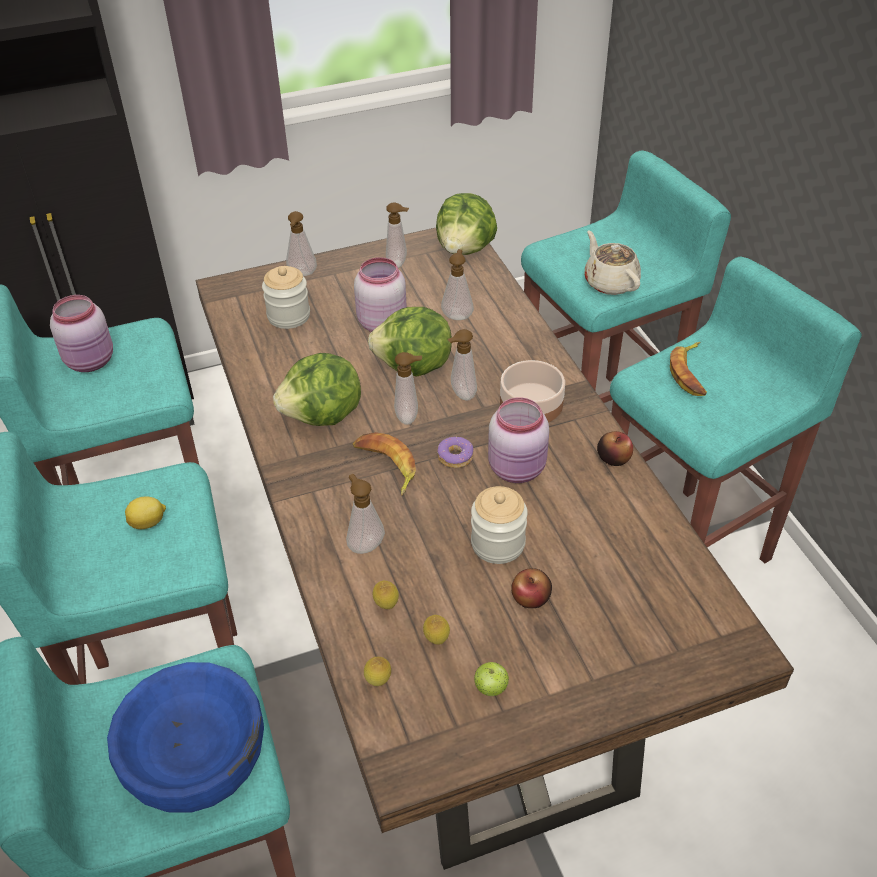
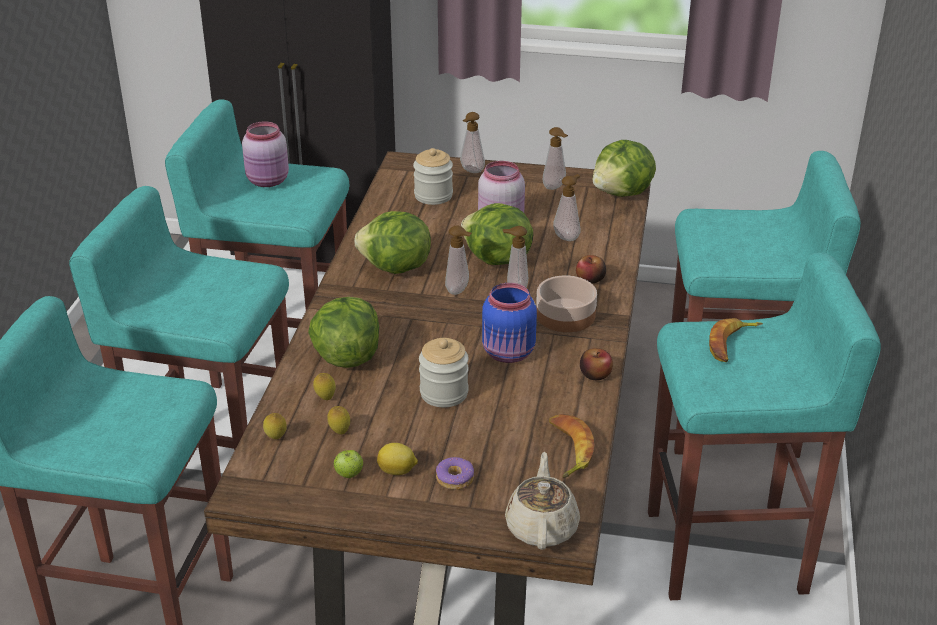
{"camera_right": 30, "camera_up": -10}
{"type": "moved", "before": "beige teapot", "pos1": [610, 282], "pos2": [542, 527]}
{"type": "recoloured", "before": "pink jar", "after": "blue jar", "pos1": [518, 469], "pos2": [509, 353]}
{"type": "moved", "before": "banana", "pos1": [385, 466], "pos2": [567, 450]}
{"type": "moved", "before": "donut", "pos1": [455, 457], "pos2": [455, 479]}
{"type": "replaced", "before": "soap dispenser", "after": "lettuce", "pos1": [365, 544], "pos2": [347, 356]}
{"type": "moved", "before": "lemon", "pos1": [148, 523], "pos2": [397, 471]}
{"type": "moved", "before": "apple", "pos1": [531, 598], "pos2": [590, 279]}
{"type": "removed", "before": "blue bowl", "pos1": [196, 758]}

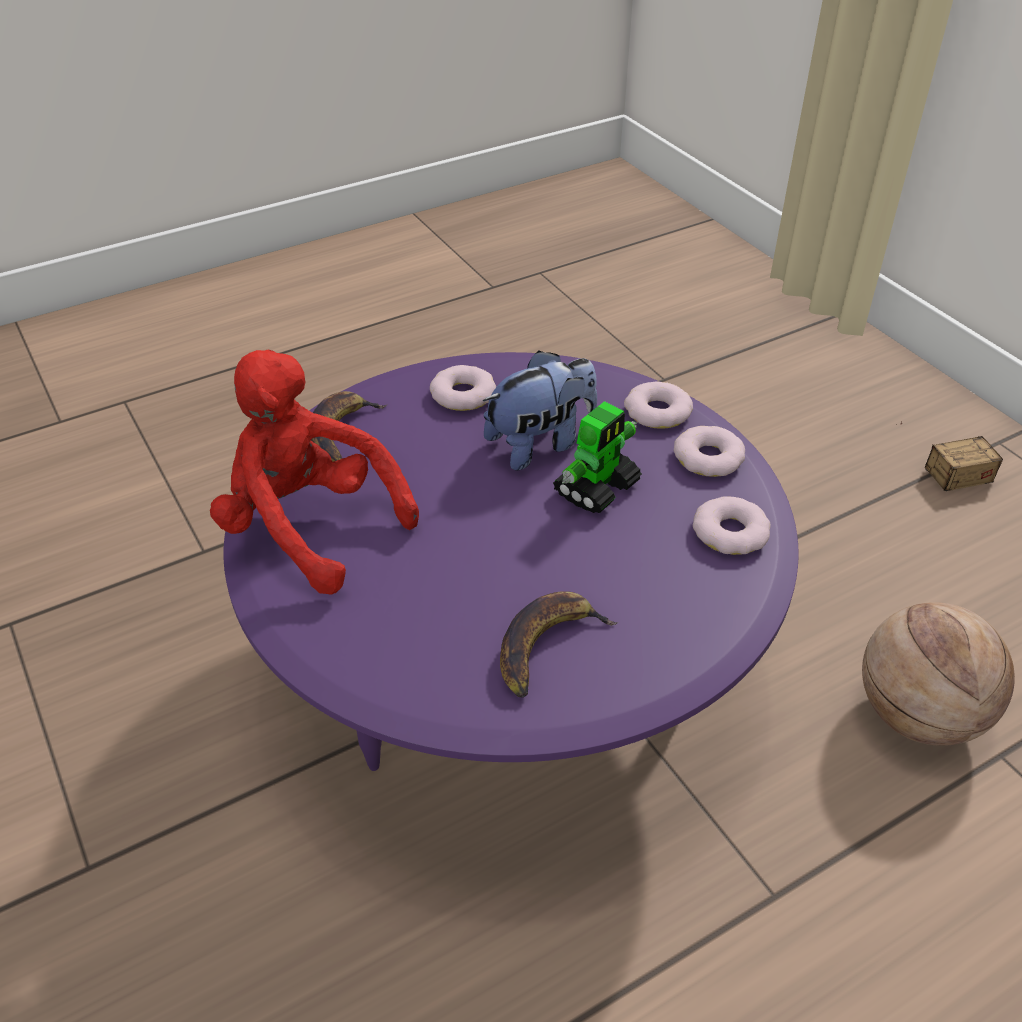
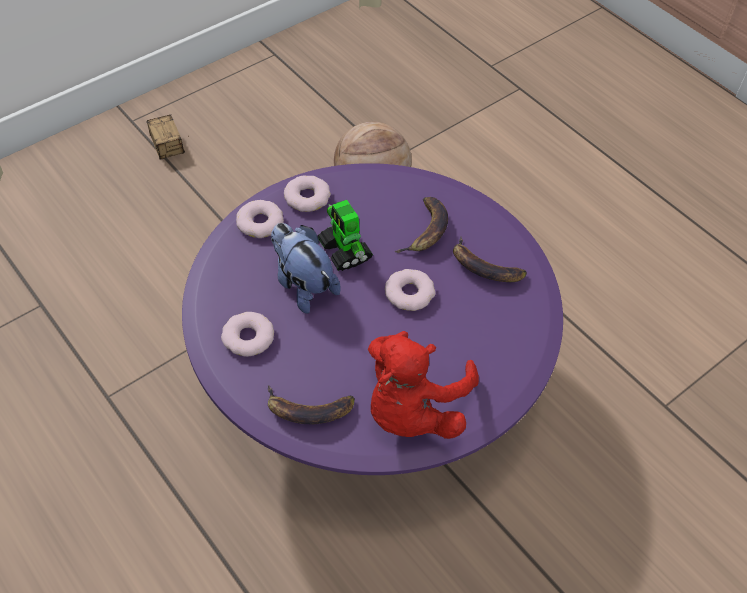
{"camera_right": -100, "camera_up": 10}
{"type": "turned", "before": "toy robot", "pos1": [597, 487], "pos2": [345, 251], "turn": -150}
{"type": "moved", "before": "donut", "pos1": [730, 532], "pos2": [409, 293]}
{"type": "added", "after": "banana", "pos2": [426, 230]}

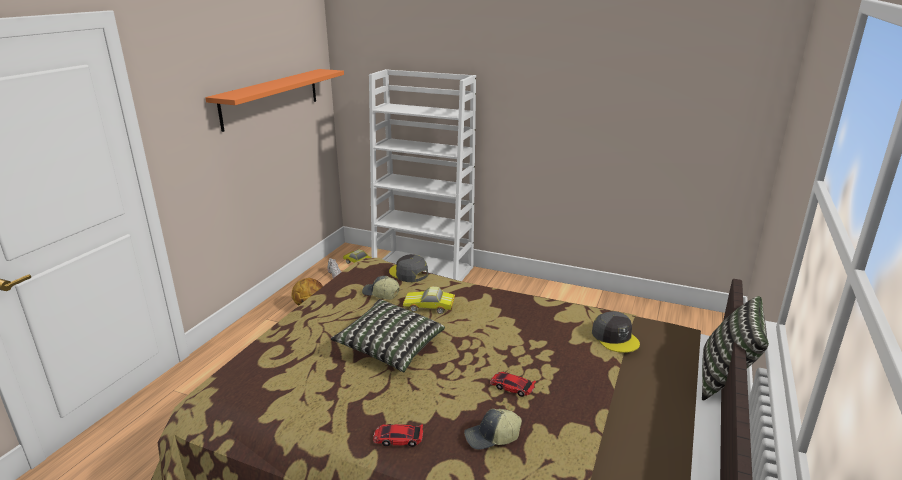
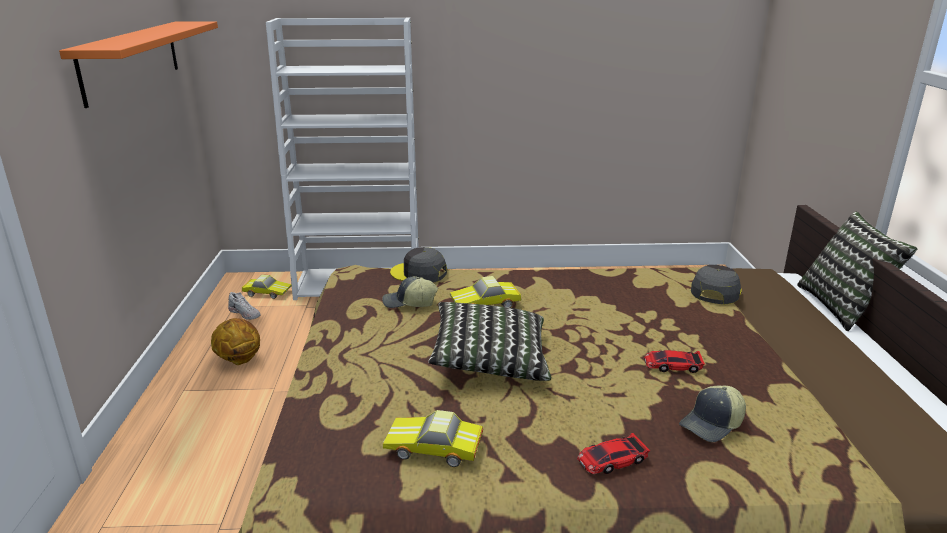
{"camera_right": -25, "camera_up": 0}
{"type": "turned", "before": "grey cap", "pos1": [615, 337], "pos2": [715, 291], "turn": -105}
{"type": "added", "after": "toy car", "pos2": [434, 449]}

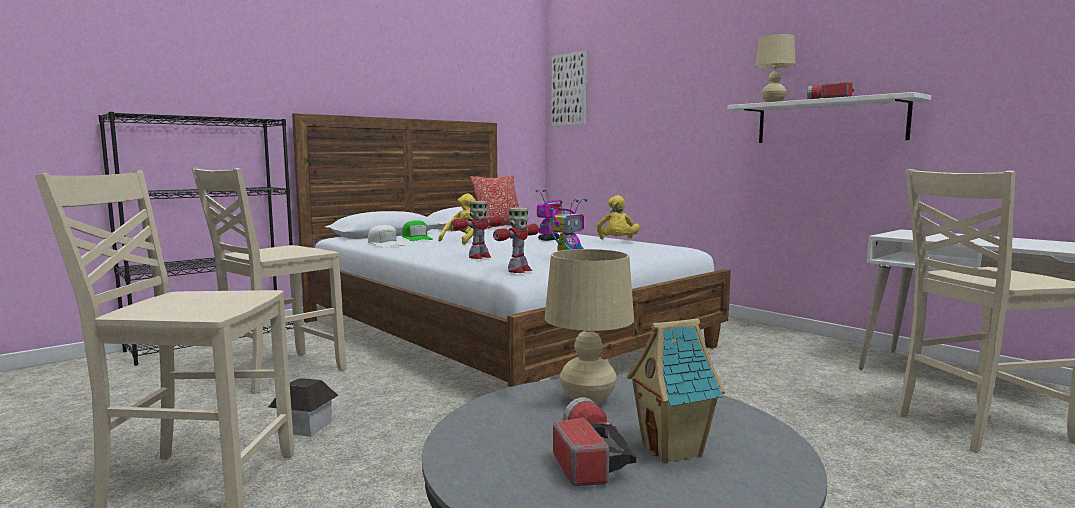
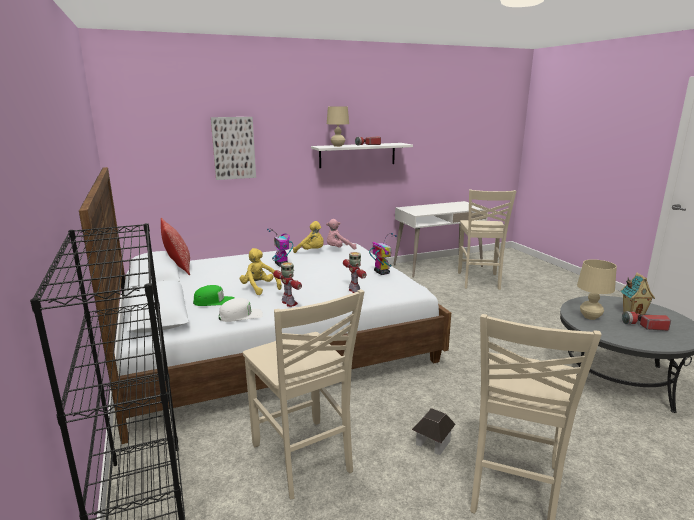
{"camera_right": -70, "camera_up": 10}
{"type": "moved", "before": "picture", "pos1": [569, 89], "pos2": [233, 148]}
{"type": "moved", "before": "toy robot", "pos1": [519, 271], "pos2": [289, 303]}
{"type": "added", "after": "pink plush toy", "pos2": [338, 249]}

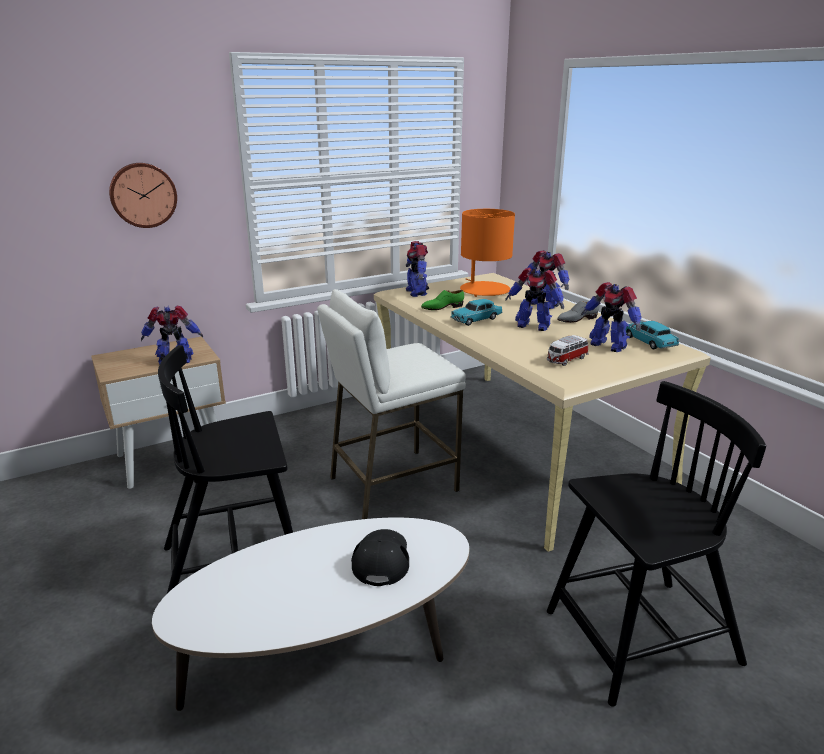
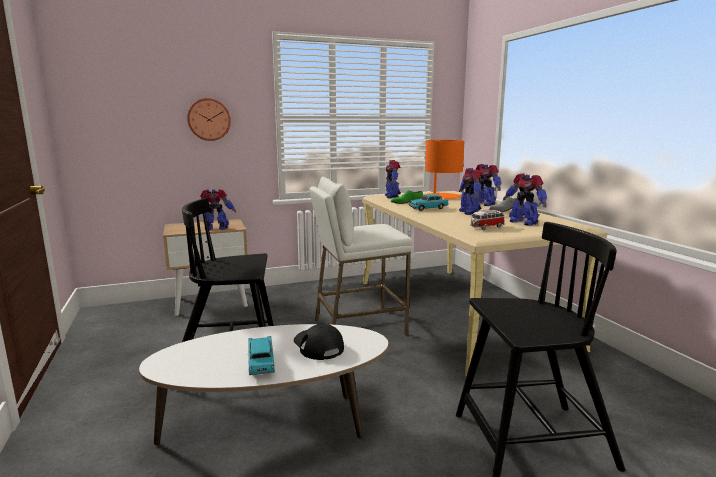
{"camera_right": 10, "camera_up": -10}
{"type": "turned", "before": "toy robot", "pos1": [532, 326], "pos2": [469, 212], "turn": 45}
{"type": "moved", "before": "turquoise toy car", "pos1": [649, 342], "pos2": [261, 363]}
{"type": "turned", "before": "black cap", "pos1": [381, 558], "pos2": [318, 346], "turn": -45}

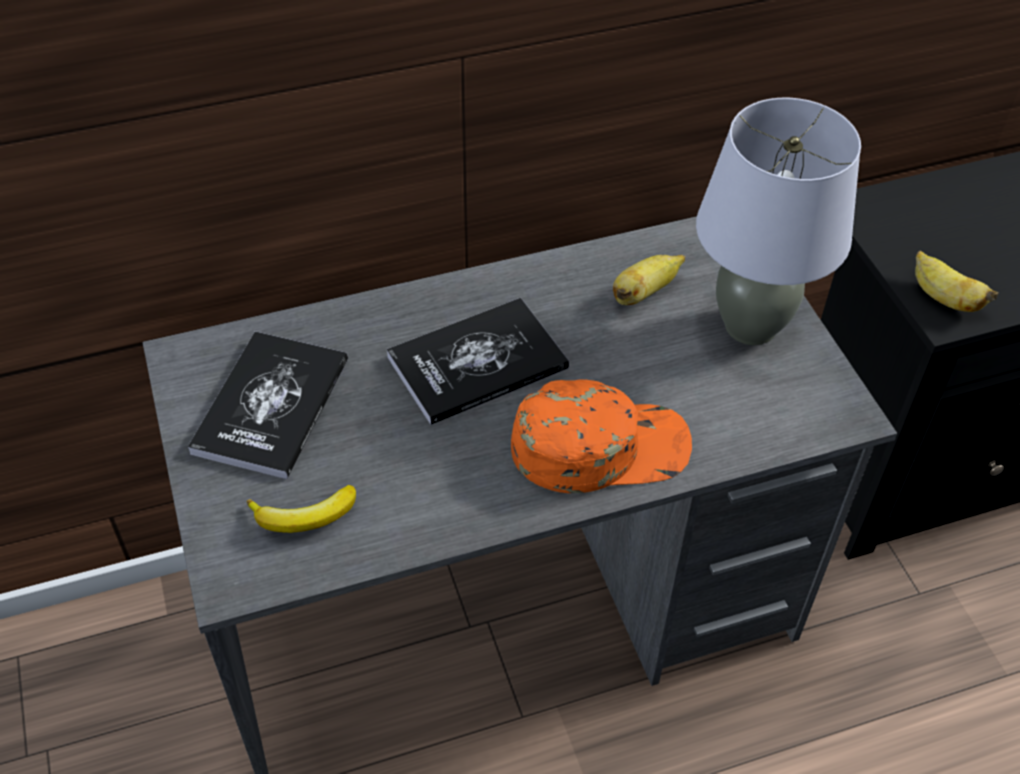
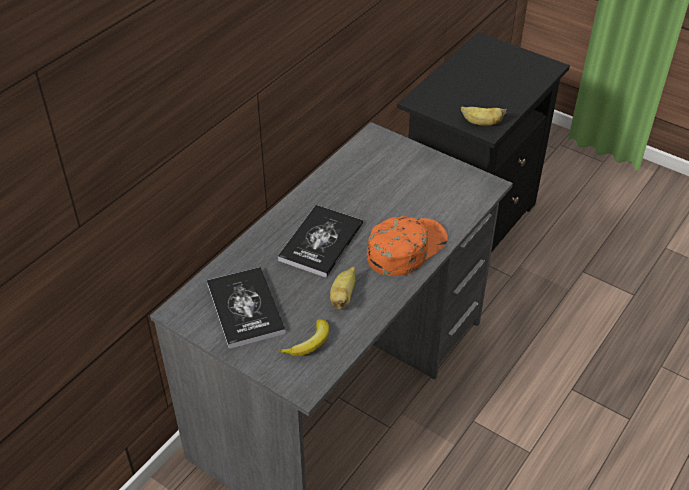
{"camera_right": -35, "camera_up": -5}
{"type": "removed", "before": "grey table lamp", "pos1": [751, 326]}
{"type": "moved", "before": "banana", "pos1": [644, 292], "pos2": [343, 297]}

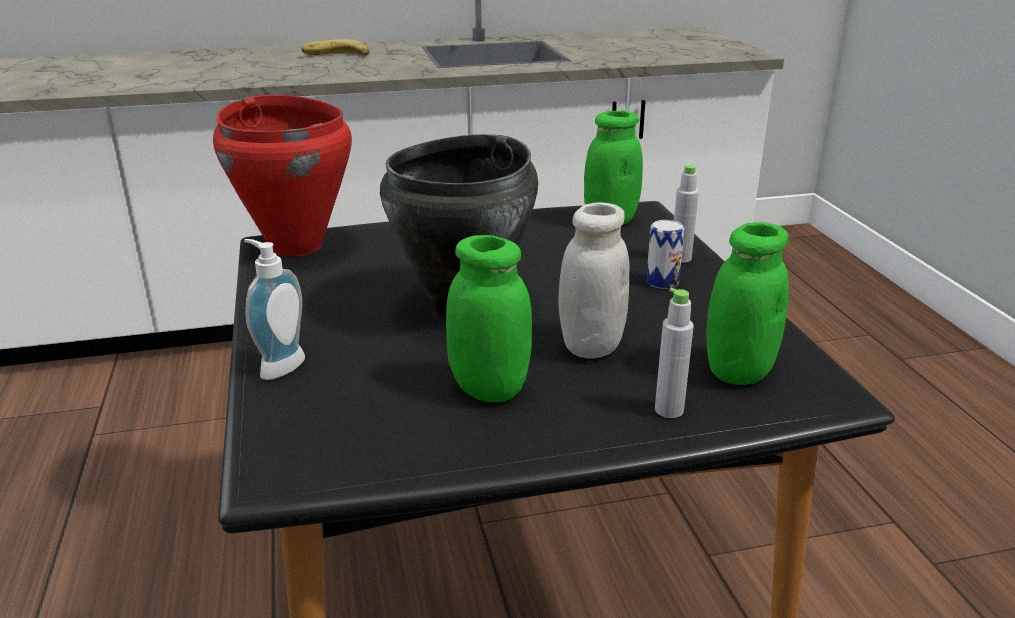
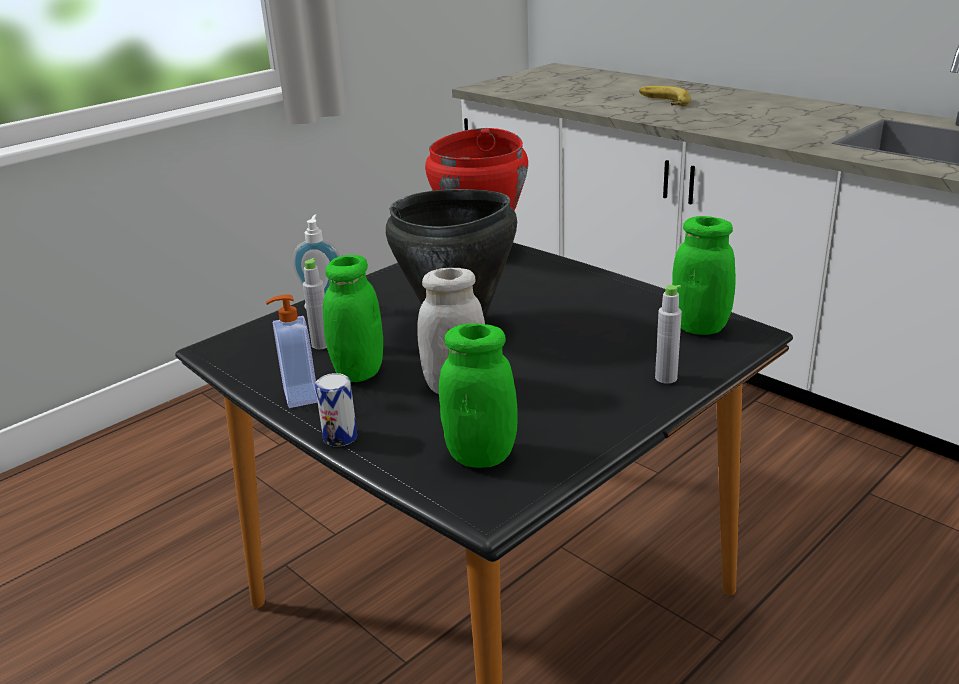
{"camera_right": 60, "camera_up": 0}
{"type": "moved", "before": "banana", "pos1": [336, 56], "pos2": [661, 102]}
{"type": "moved", "before": "can", "pos1": [662, 281], "pos2": [340, 437]}
{"type": "moved", "before": "grey bottle", "pos1": [669, 410], "pos2": [321, 345]}
{"type": "added", "after": "soap dispenser", "pos2": [299, 396]}

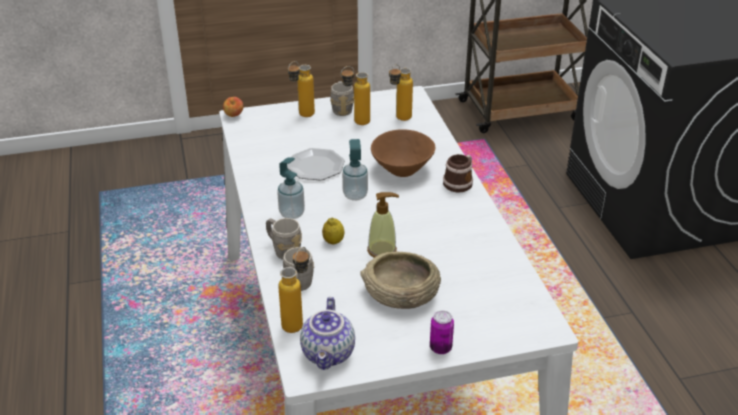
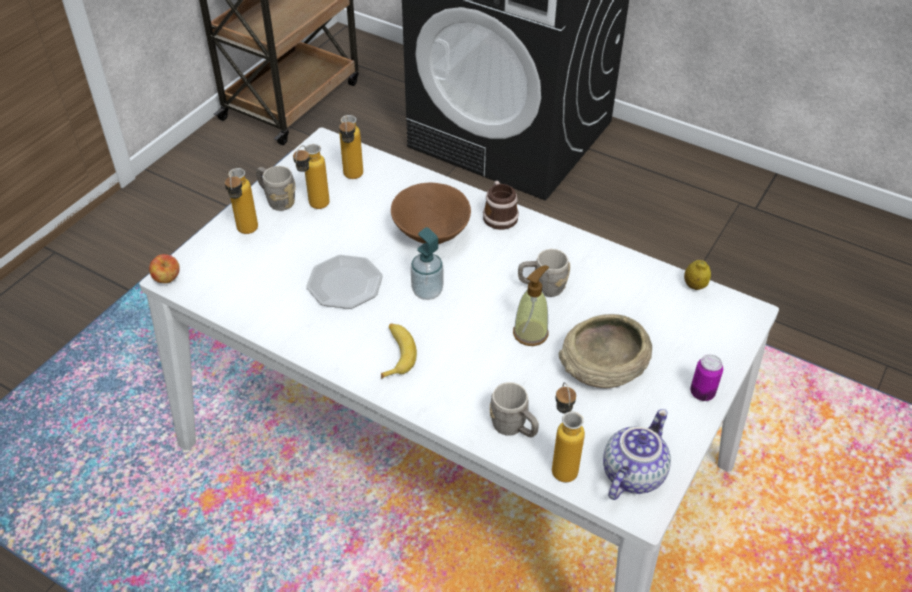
{"camera_right": -45, "camera_up": 10}
{"type": "replaced", "before": "soap dispenser", "after": "banana", "pos1": [292, 214], "pos2": [396, 354]}
{"type": "moved", "before": "grey mug", "pos1": [283, 250], "pos2": [542, 287]}
{"type": "moved", "before": "lemon", "pos1": [333, 241], "pos2": [694, 285]}
{"type": "turned", "before": "teapot", "pos1": [329, 354], "pos2": [632, 472], "turn": -105}

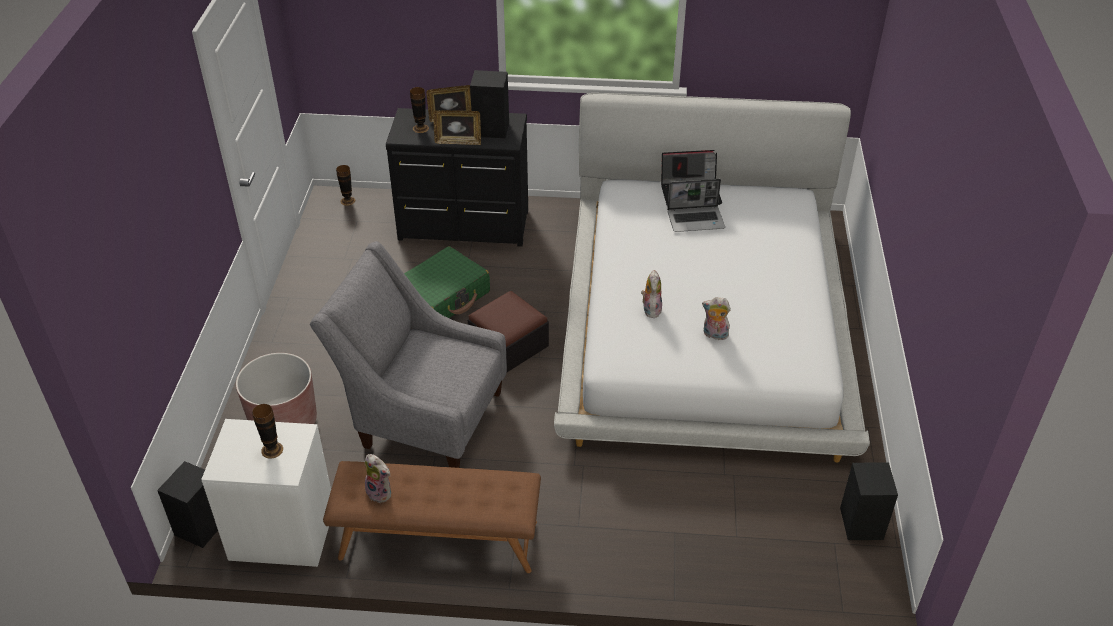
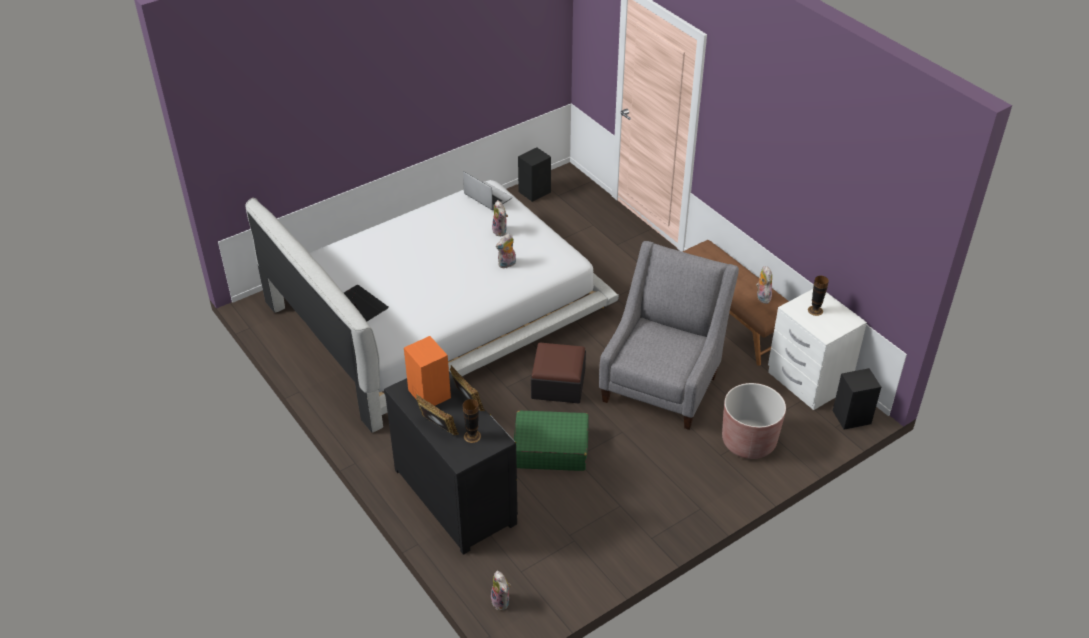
{"camera_right": -130, "camera_up": 0}
{"type": "recoloured", "before": "black speaker", "after": "orange speaker", "pos1": [492, 129], "pos2": [428, 393]}
{"type": "replaced", "before": "vase", "after": "plush toy", "pos1": [347, 201], "pos2": [502, 601]}
{"type": "moved", "before": "laptop", "pos1": [696, 220], "pos2": [487, 197]}
{"type": "turned", "before": "grey armchair", "pos1": [422, 416], "pos2": [663, 383], "turn": -135}

